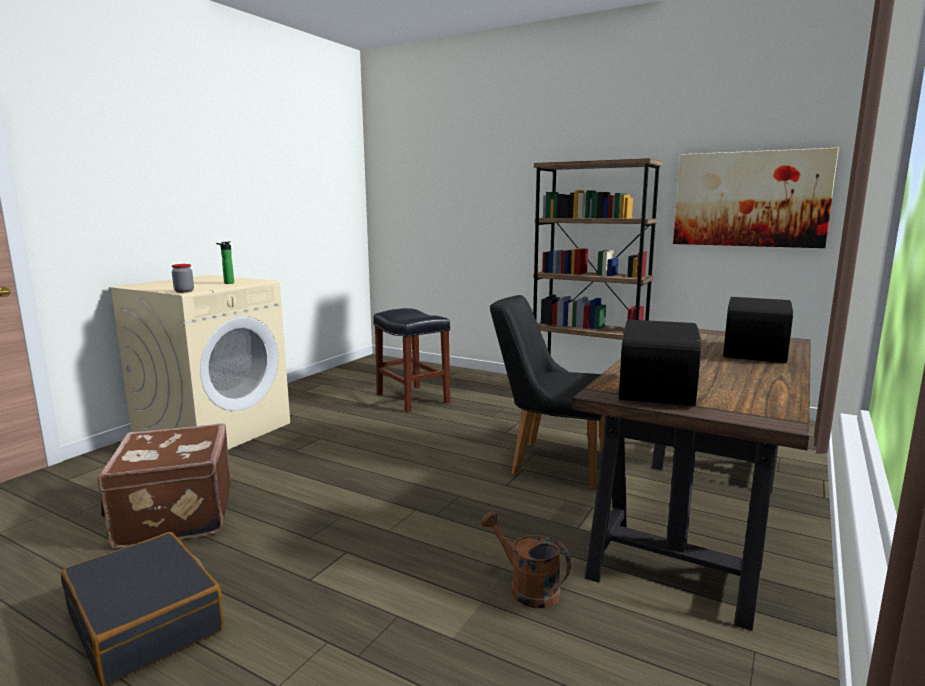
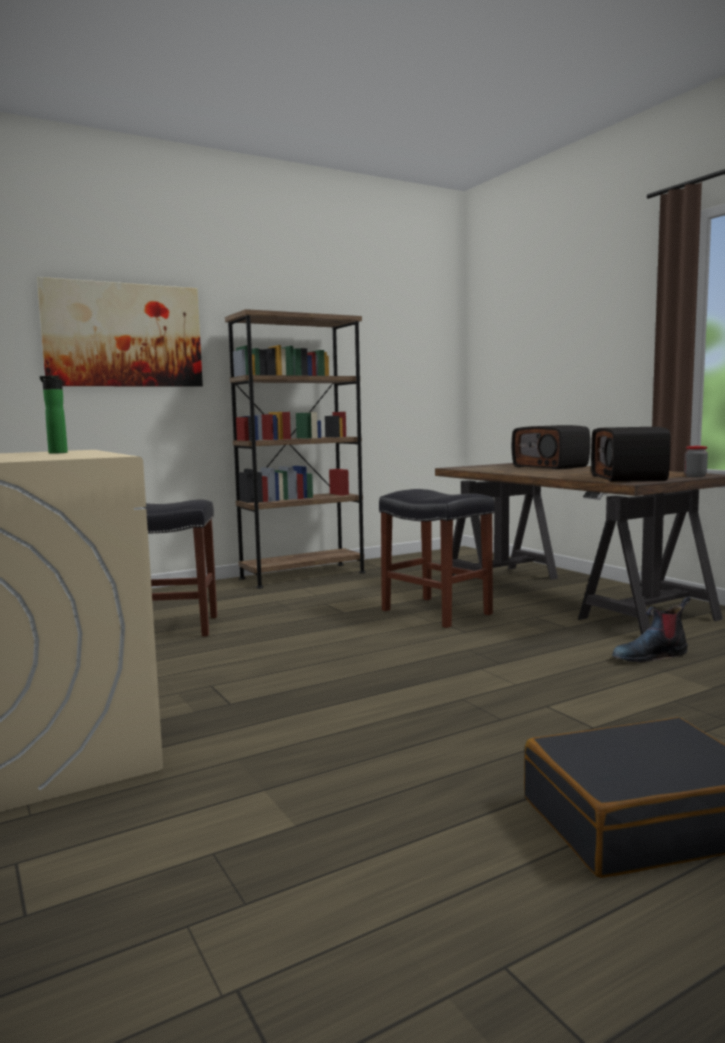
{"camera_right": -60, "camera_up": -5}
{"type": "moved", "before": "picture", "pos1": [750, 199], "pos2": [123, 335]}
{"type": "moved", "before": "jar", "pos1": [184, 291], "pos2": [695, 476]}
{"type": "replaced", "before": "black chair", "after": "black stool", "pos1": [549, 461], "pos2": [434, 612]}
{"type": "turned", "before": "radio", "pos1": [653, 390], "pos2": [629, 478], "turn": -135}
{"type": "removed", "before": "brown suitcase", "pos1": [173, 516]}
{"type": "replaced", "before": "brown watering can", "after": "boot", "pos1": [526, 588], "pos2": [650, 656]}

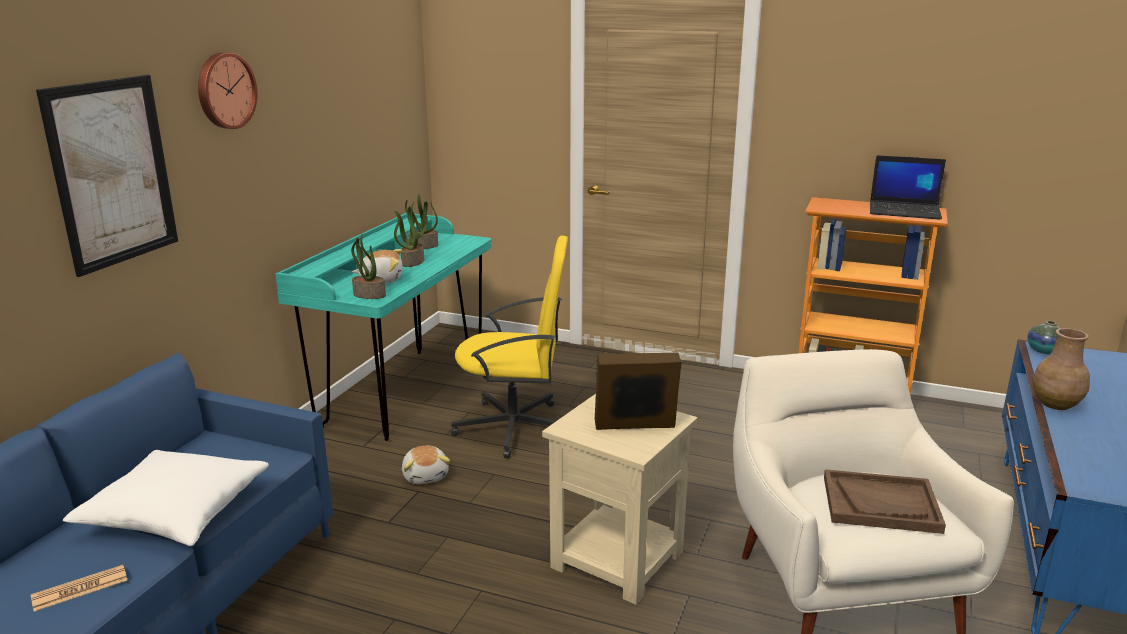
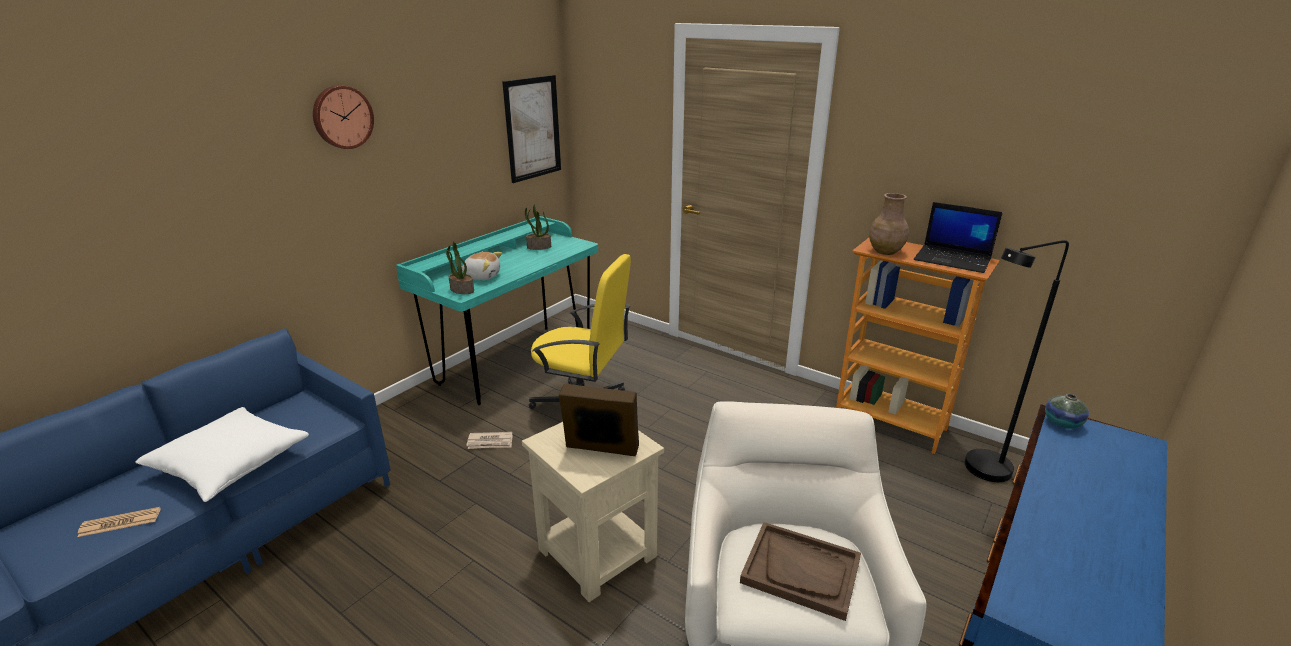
{"camera_right": 15, "camera_up": 5}
{"type": "moved", "before": "picture", "pos1": [112, 172], "pos2": [533, 128]}
{"type": "removed", "before": "potted plant", "pos1": [412, 262]}
{"type": "moved", "before": "brown vase", "pos1": [1056, 404], "pos2": [885, 251]}
{"type": "replaced", "before": "plush toy", "after": "newspaper", "pos1": [426, 476], "pos2": [490, 442]}
{"type": "added", "after": "black floor lamp", "pos2": [980, 472]}

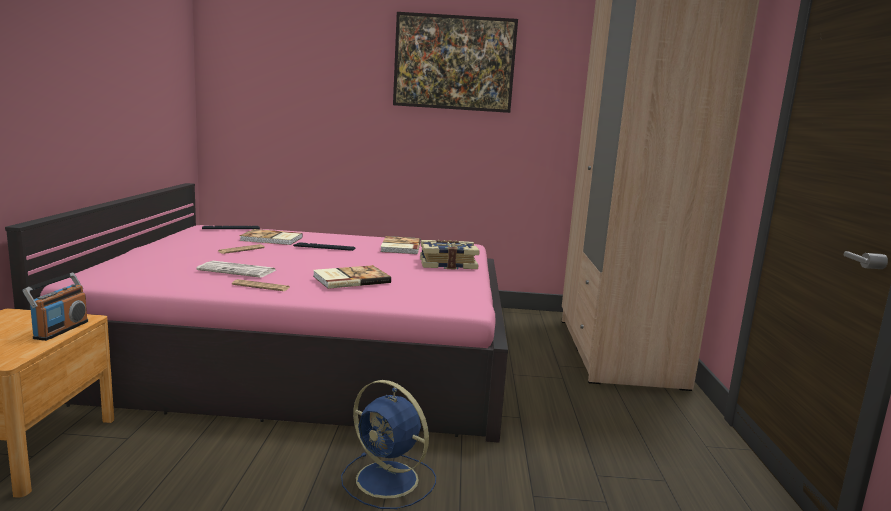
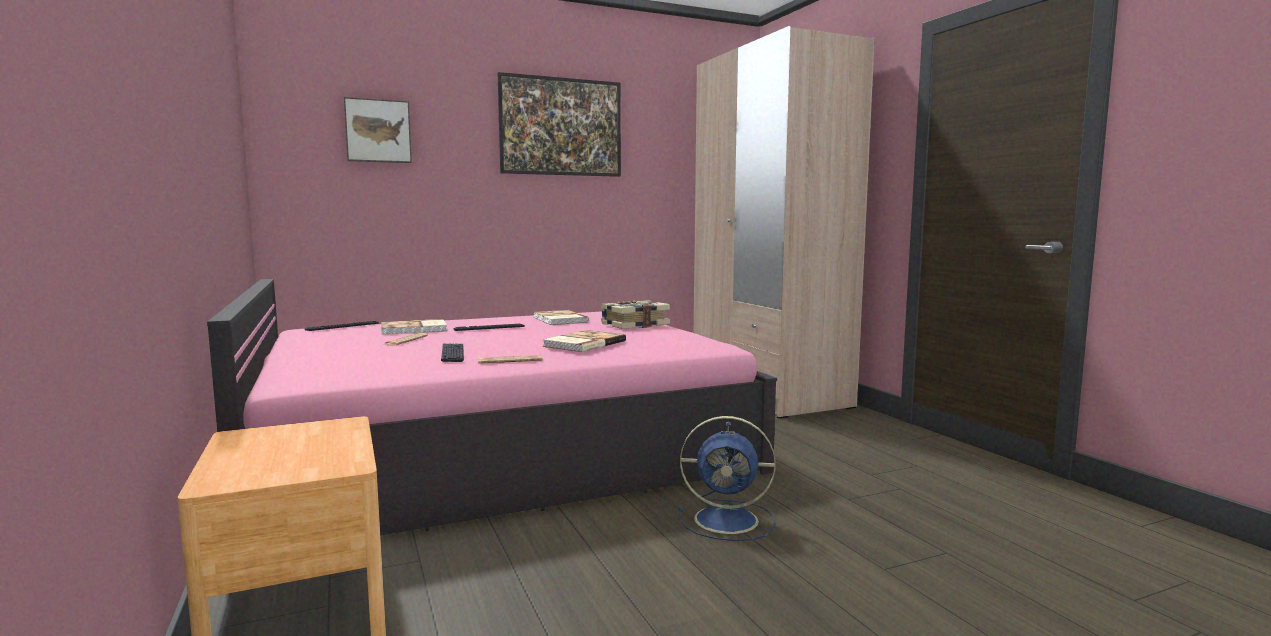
{"camera_right": -25, "camera_up": -5}
{"type": "replaced", "before": "newspaper", "after": "keyboard", "pos1": [238, 270], "pos2": [452, 354]}
{"type": "removed", "before": "radio", "pos1": [60, 330]}
{"type": "added", "after": "picture", "pos2": [378, 131]}

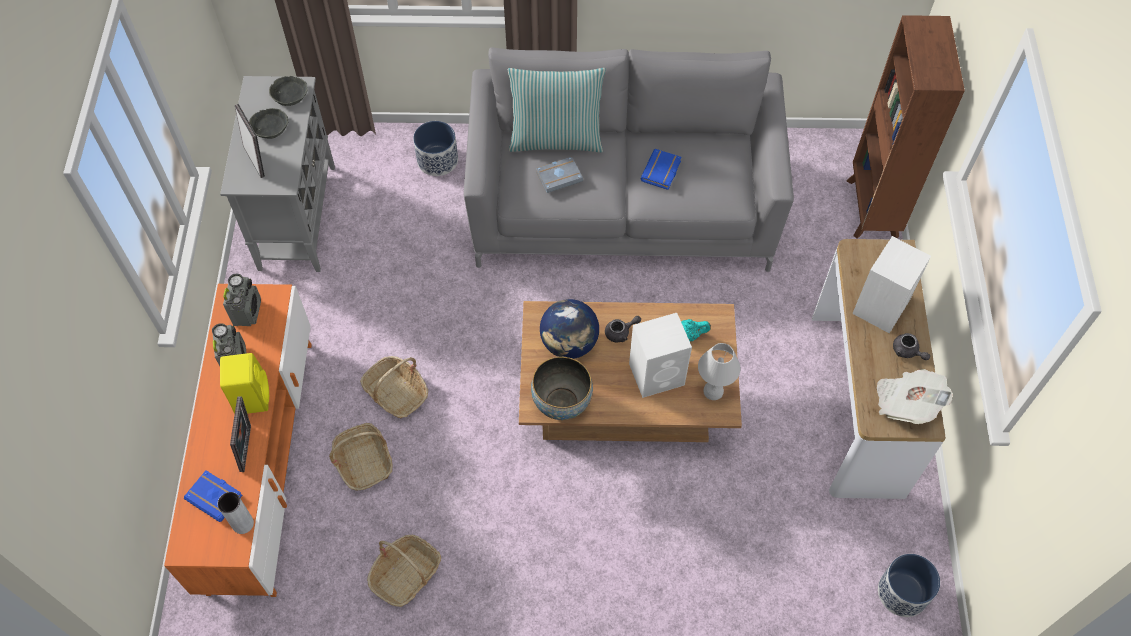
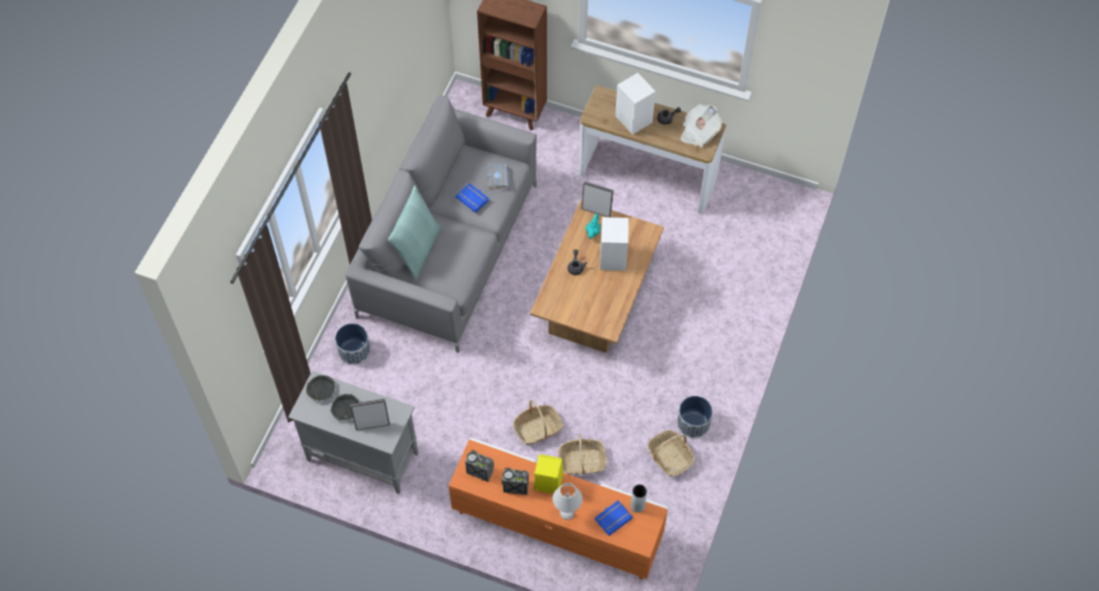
{"camera_right": -70, "camera_up": 0}
{"type": "moved", "before": "grey book", "pos1": [559, 176], "pos2": [497, 177]}
{"type": "removed", "before": "globe", "pos1": [569, 343]}
{"type": "moved", "before": "white table lamp", "pos1": [714, 390], "pos2": [566, 512]}
{"type": "removed", "before": "bowl", "pos1": [561, 403]}
{"type": "moved", "before": "picture frame", "pos1": [248, 448], "pos2": [596, 211]}
{"type": "moved", "before": "planter", "pos1": [903, 593], "pos2": [693, 423]}

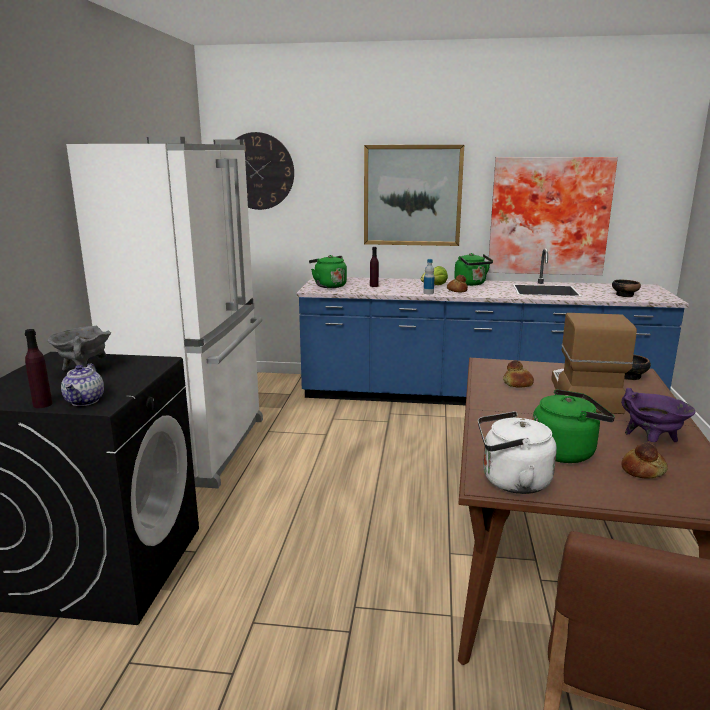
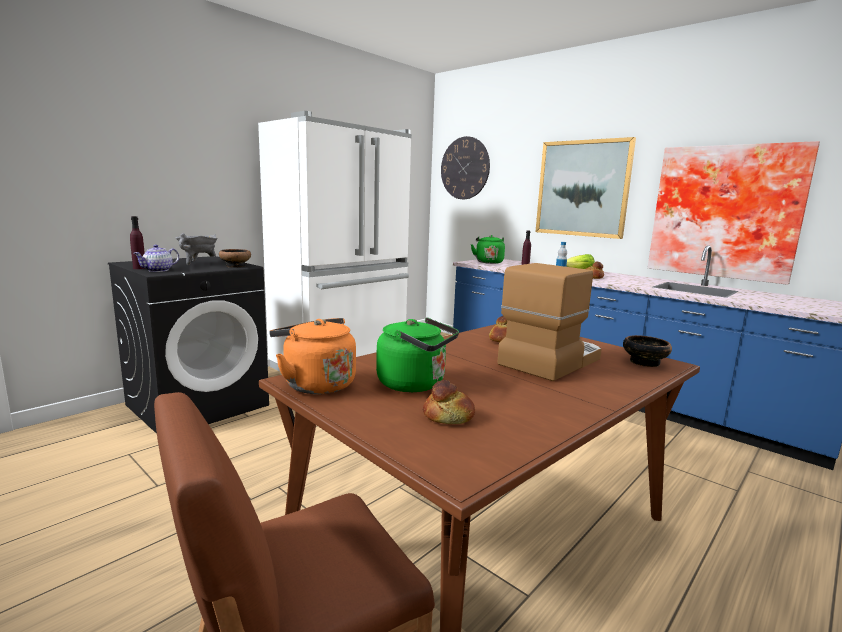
{"camera_right": 35, "camera_up": -5}
{"type": "removed", "before": "green kettle", "pos1": [471, 284]}
{"type": "moved", "before": "bowl", "pos1": [624, 295], "pos2": [236, 266]}
{"type": "removed", "before": "purple cooking pot", "pos1": [651, 442]}
{"type": "recoloured", "before": "white kettle", "after": "orange kettle", "pos1": [511, 482], "pos2": [316, 384]}

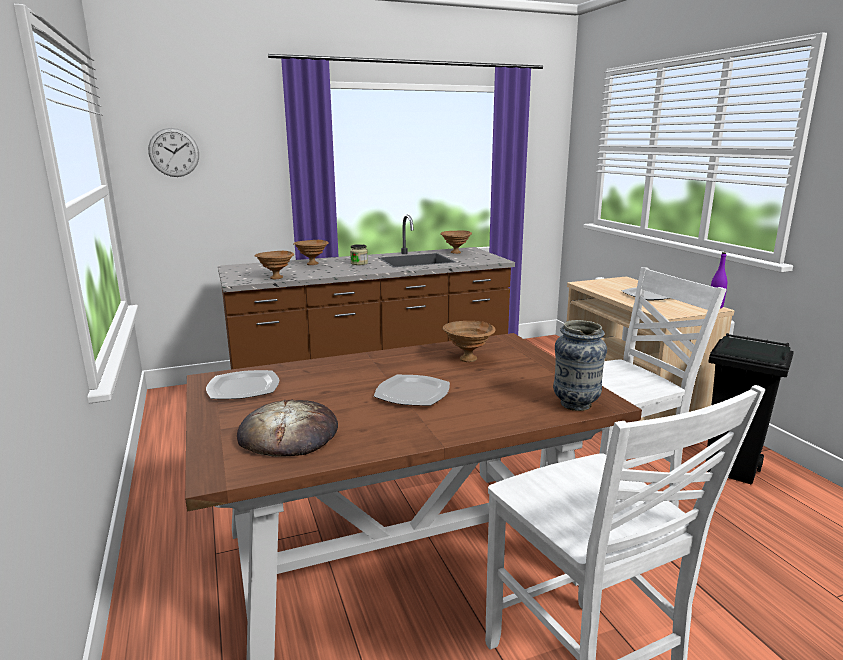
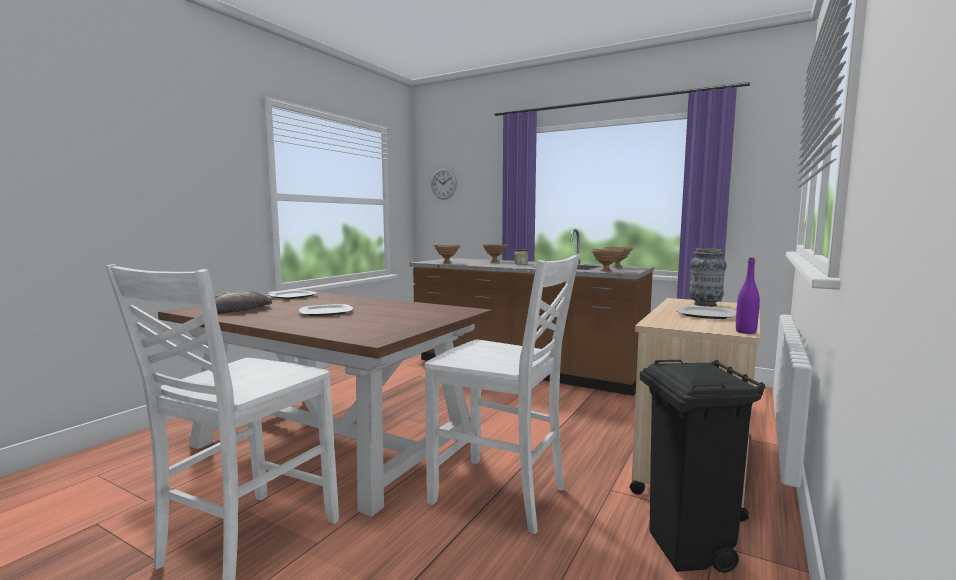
{"camera_right": 50, "camera_up": -10}
{"type": "moved", "before": "vase", "pos1": [575, 404], "pos2": [705, 305]}
{"type": "moved", "before": "brown bowl", "pos1": [467, 358], "pos2": [605, 271]}

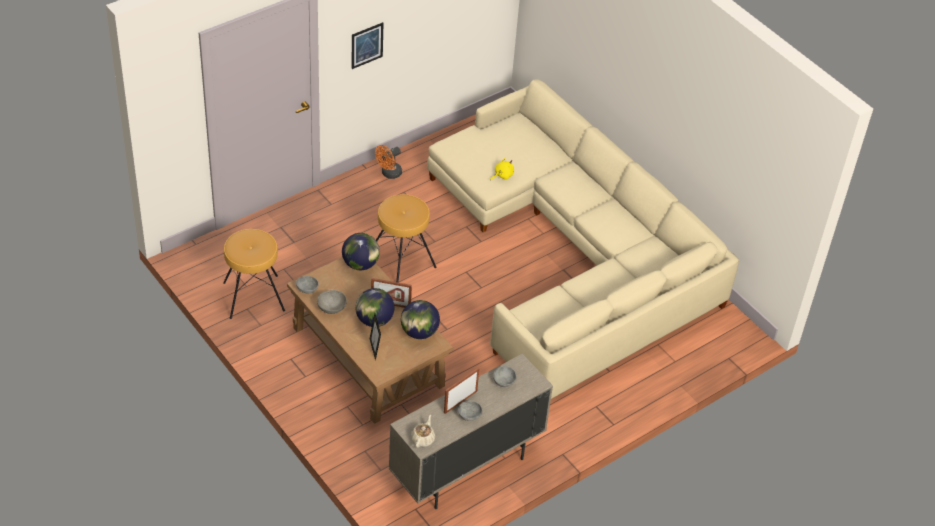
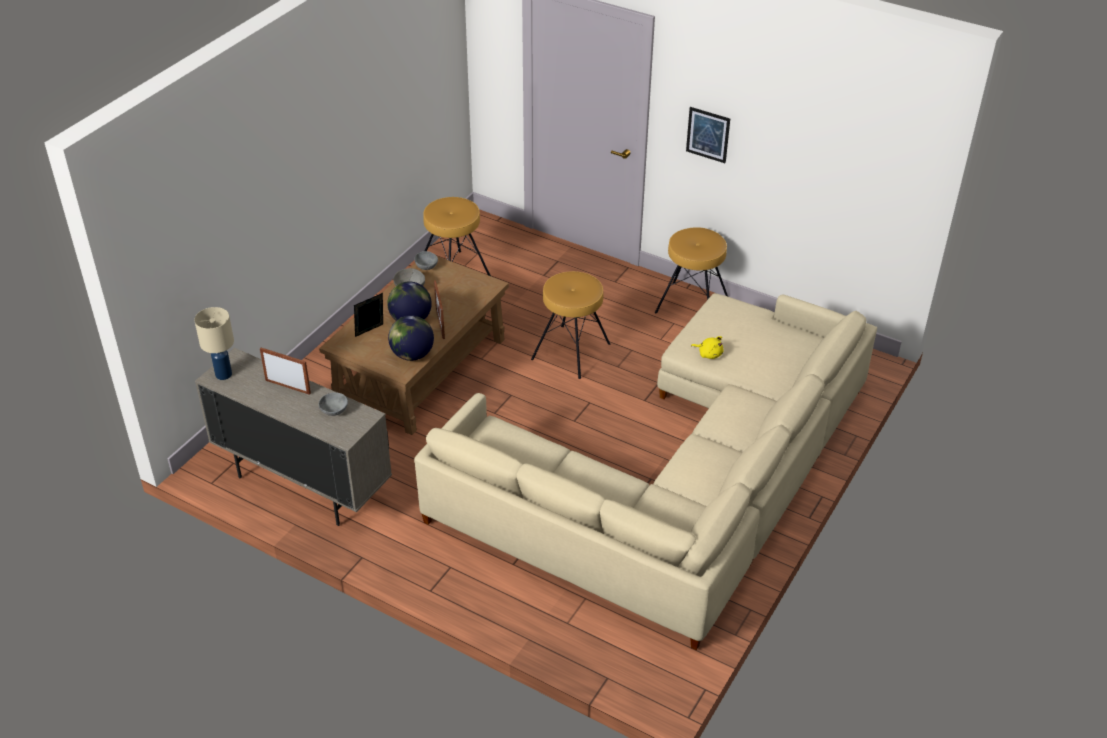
{"camera_right": 70, "camera_up": -5}
{"type": "replaced", "before": "orange fan", "after": "brown stool", "pos1": [389, 174], "pos2": [691, 305]}
{"type": "removed", "before": "globe", "pos1": [360, 264]}
{"type": "removed", "before": "grey bowl", "pos1": [469, 415]}
{"type": "replaced", "before": "beige teapot", "after": "beige table lamp", "pos1": [423, 439], "pos2": [223, 375]}

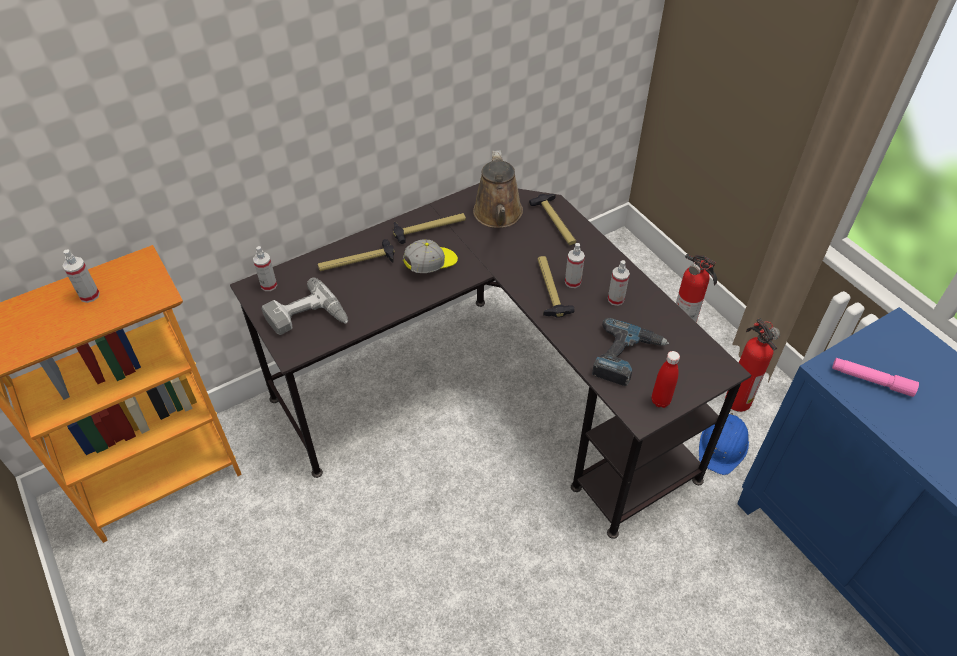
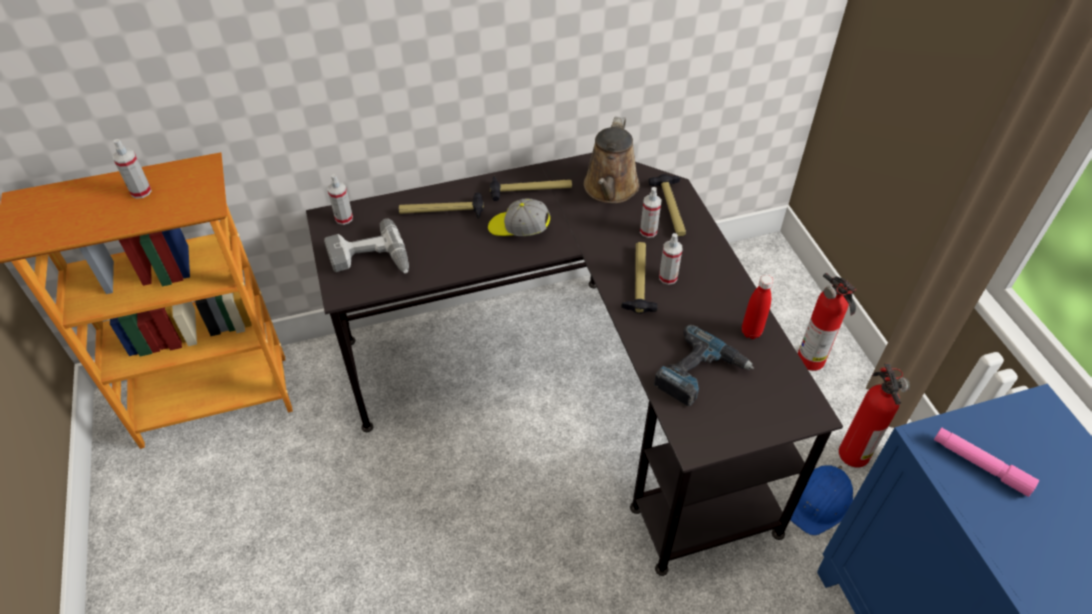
{"camera_right": 15, "camera_up": 0}
{"type": "turned", "before": "cap", "pos1": [431, 265], "pos2": [518, 229], "turn": -150}
{"type": "moved", "before": "spray bottle", "pos1": [616, 299], "pos2": [648, 231]}
{"type": "moved", "before": "red bottle", "pos1": [660, 401], "pos2": [751, 332]}

